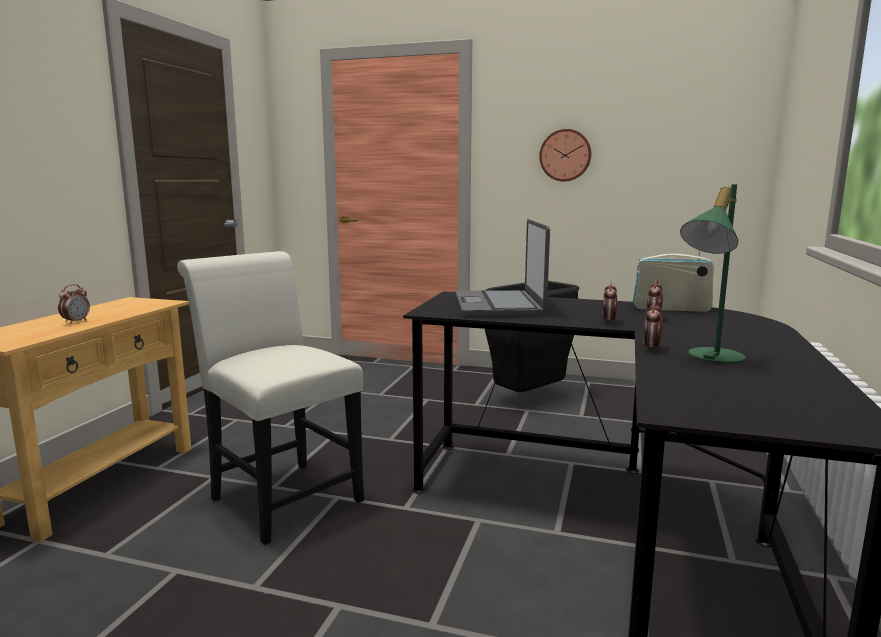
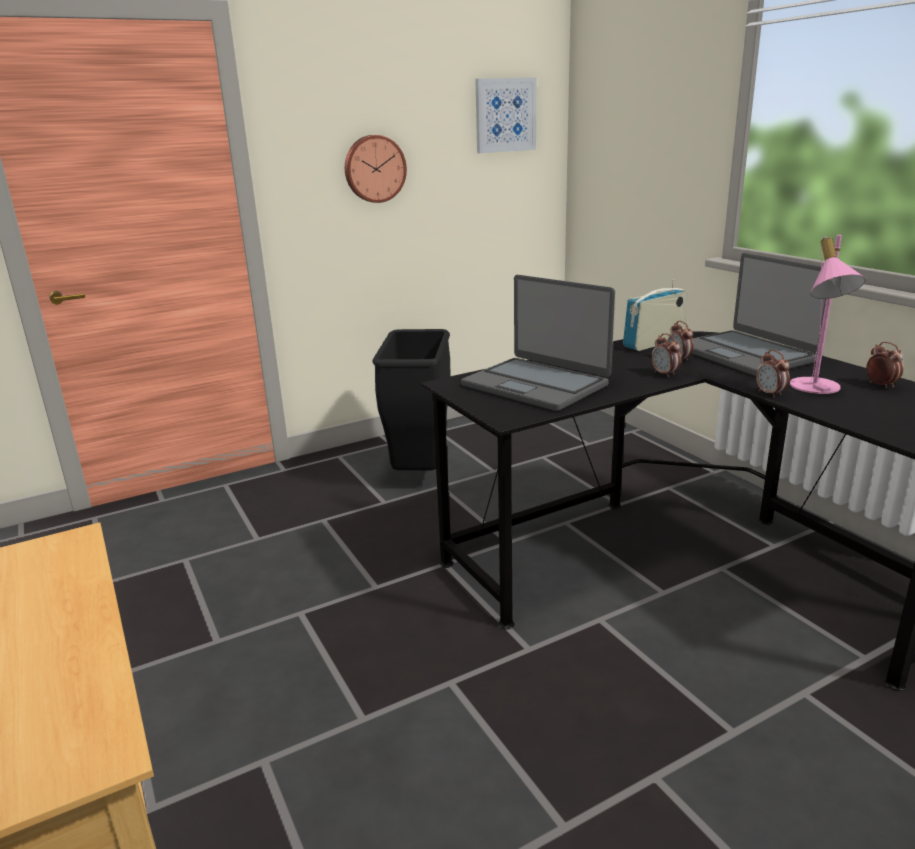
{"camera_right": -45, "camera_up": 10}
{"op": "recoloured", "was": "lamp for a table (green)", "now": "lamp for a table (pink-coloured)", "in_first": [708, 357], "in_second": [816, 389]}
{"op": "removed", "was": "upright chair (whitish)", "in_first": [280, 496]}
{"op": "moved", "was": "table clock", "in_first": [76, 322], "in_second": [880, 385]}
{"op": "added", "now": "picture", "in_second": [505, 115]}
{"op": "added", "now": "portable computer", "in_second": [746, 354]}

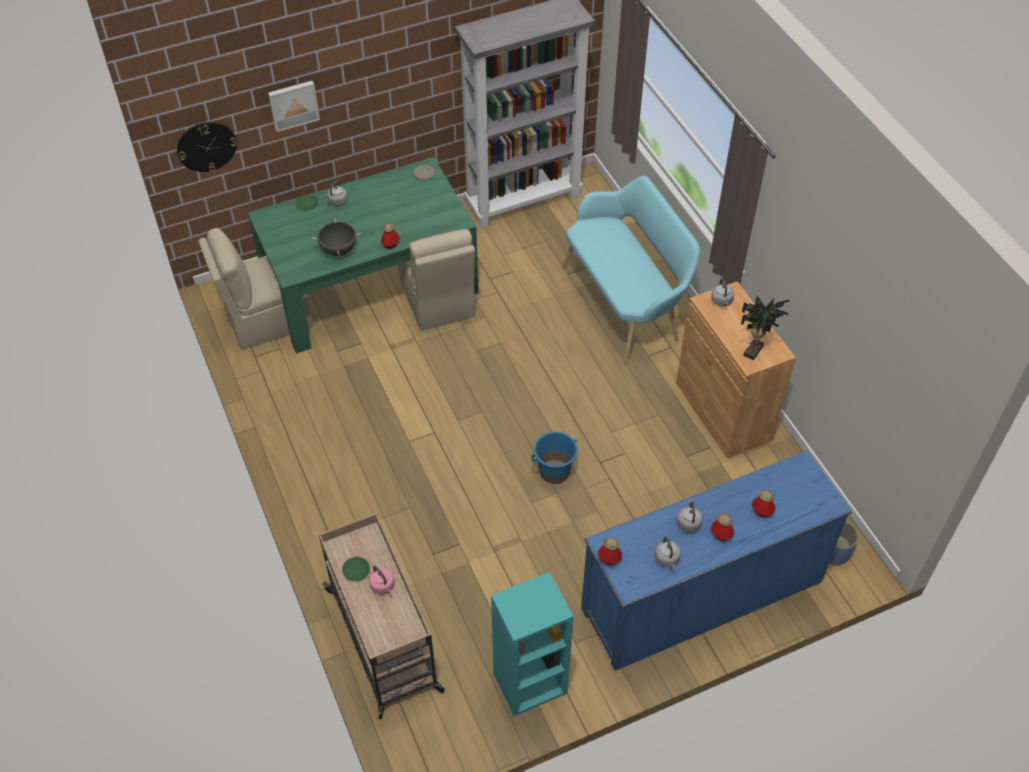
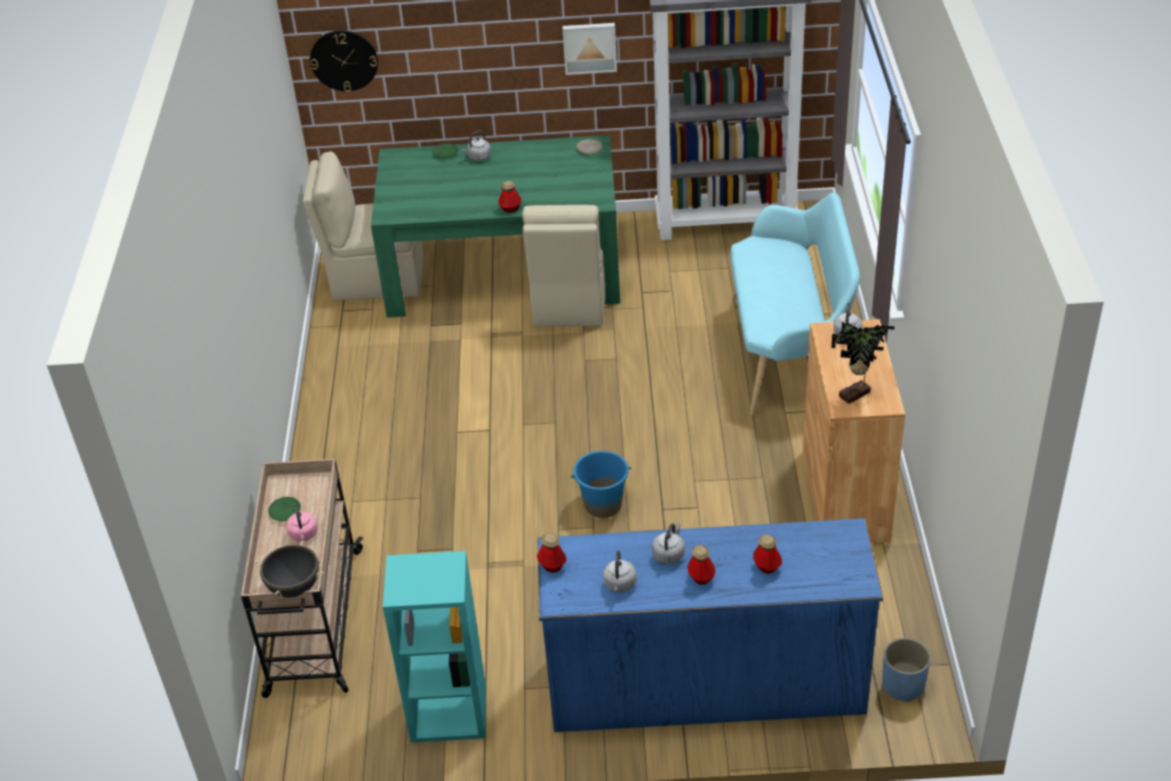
{"camera_right": 25, "camera_up": -10}
{"op": "moved", "was": "picture", "in_first": [293, 104], "in_second": [589, 47]}
{"op": "moved", "was": "cooking pot (blackish)", "in_first": [339, 250], "in_second": [294, 587]}

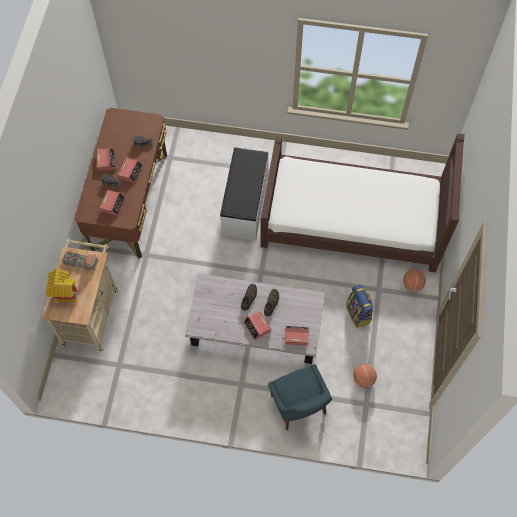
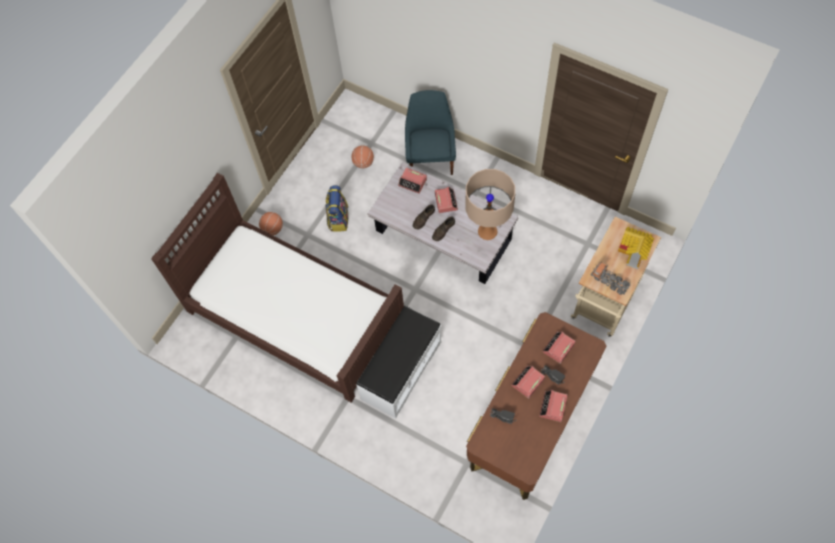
{"camera_right": -155, "camera_up": 0}
{"op": "added", "now": "lamp for a table (sand-coloured)", "in_second": [487, 231]}

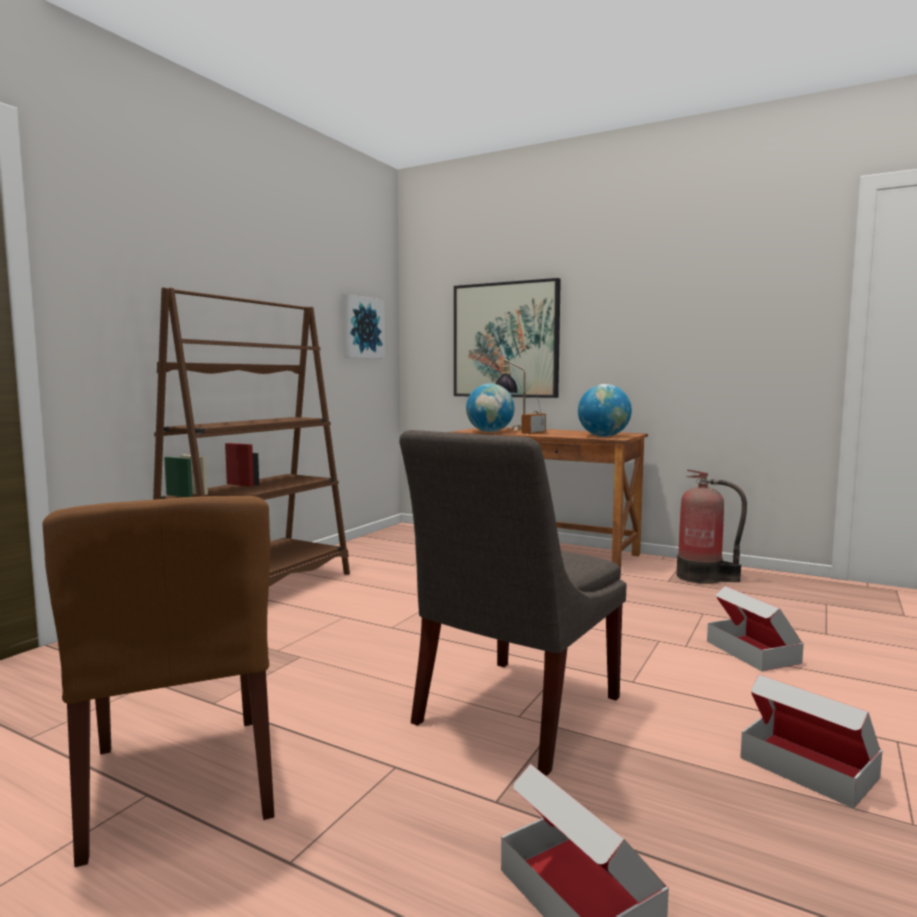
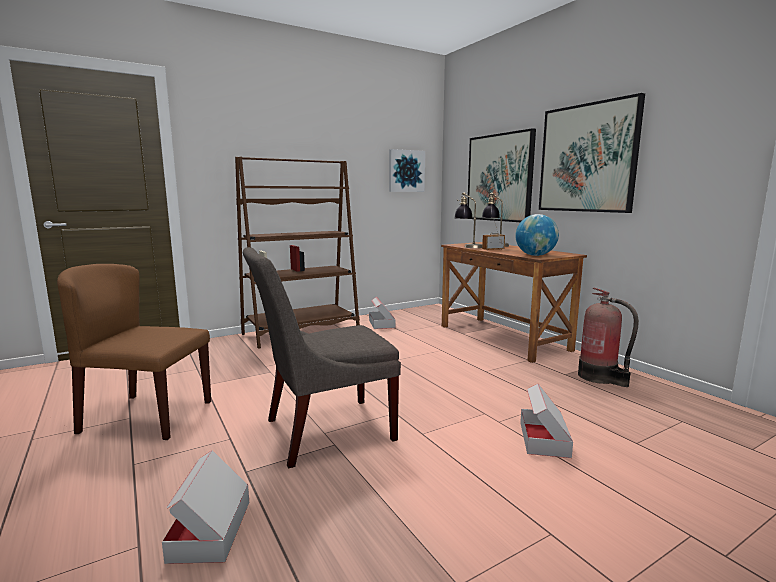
{"camera_right": 30, "camera_up": 5}
{"op": "replaced", "was": "desk globe", "now": "lamp for a table", "in_first": [490, 432], "in_second": [467, 246]}
{"op": "turned", "was": "upright chair (brownish)", "in_first": [180, 782], "in_second": [146, 416], "clockwise": 90}
{"op": "moved", "was": "carton", "in_first": [808, 768], "in_second": [381, 324]}
{"op": "added", "now": "picture", "in_second": [587, 158]}

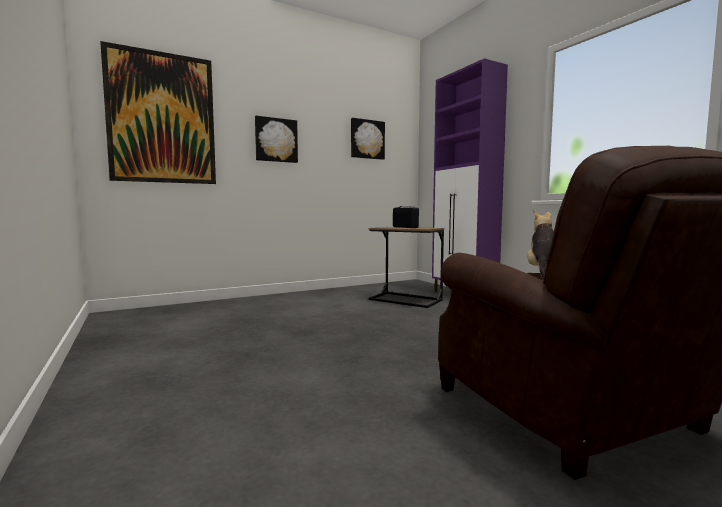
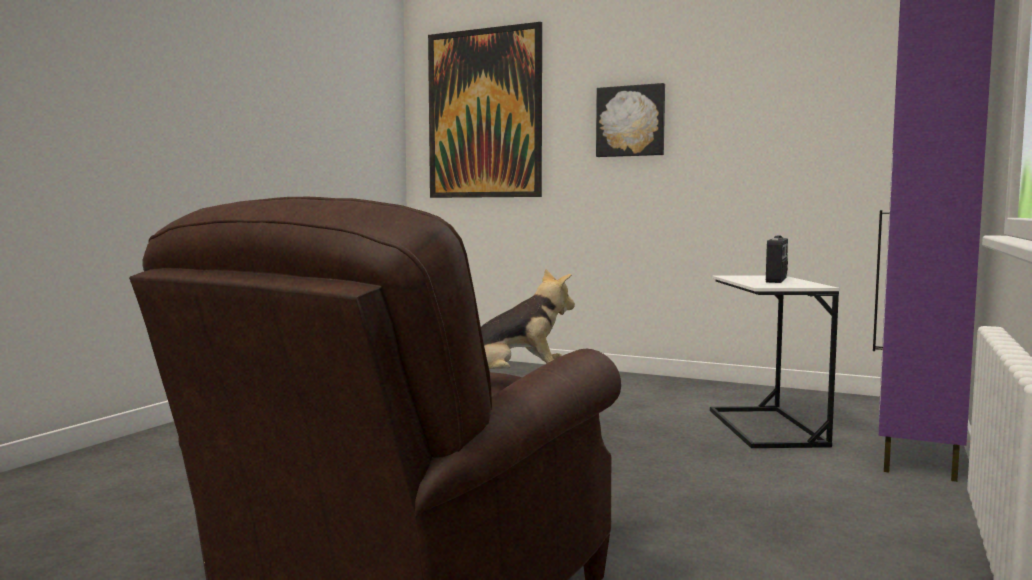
{"camera_right": 55, "camera_up": 0}
{"op": "removed", "was": "picture", "in_first": [367, 139]}
{"op": "recoloured", "was": "side table (brownish)", "now": "side table (whitish)", "in_first": [405, 300], "in_second": [766, 427]}

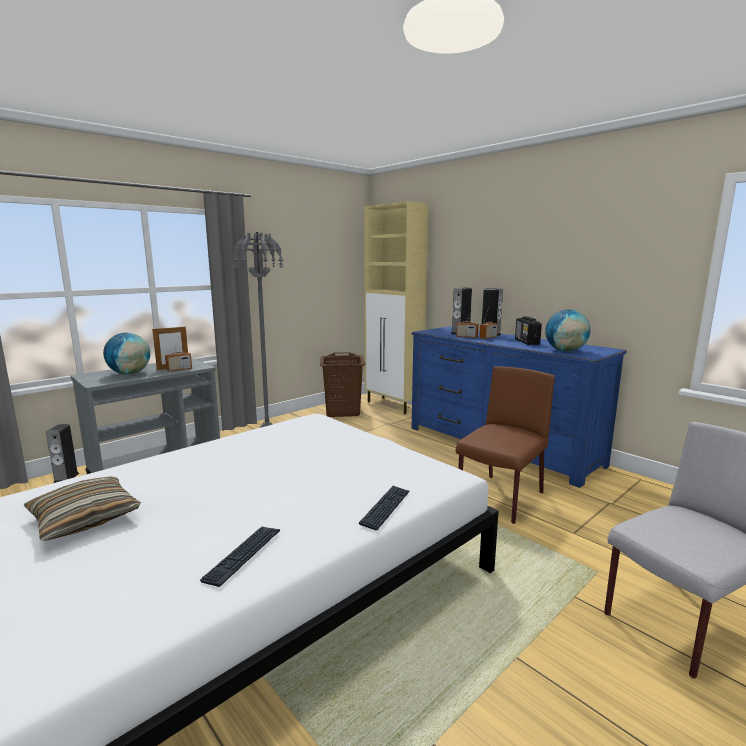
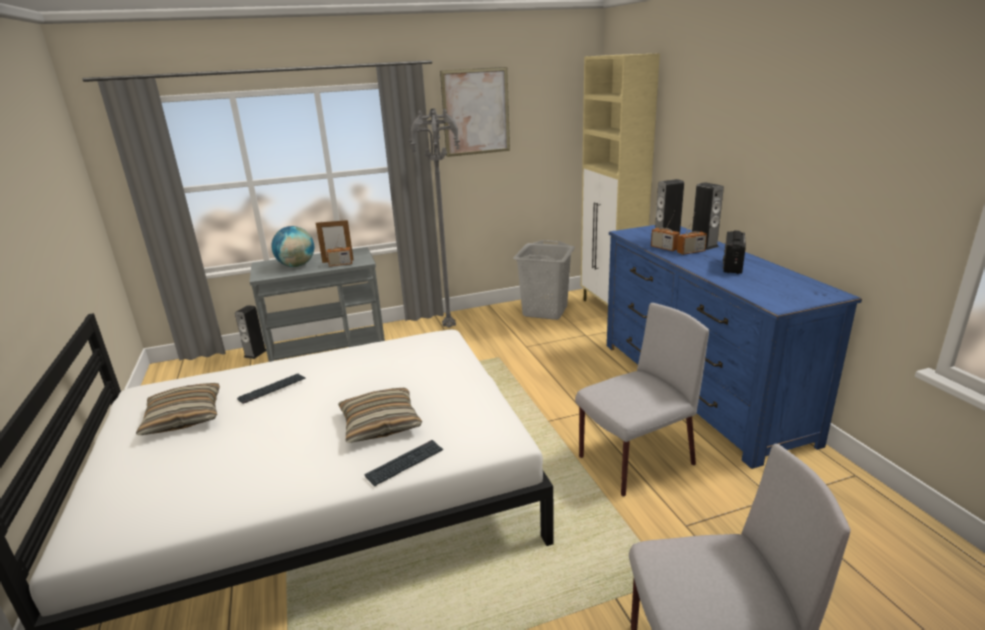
{"camera_right": 25, "camera_up": 10}
{"op": "removed", "was": "desk globe", "in_first": [565, 351]}
{"op": "recoloured", "was": "laundry basket (brownish)", "now": "laundry basket (gray)", "in_first": [342, 412], "in_second": [544, 311]}
{"op": "recoloured", "was": "upright chair (brownish)", "now": "upright chair (gray)", "in_first": [500, 499], "in_second": [634, 461]}
{"op": "moved", "was": "computer keyboard", "in_first": [243, 555], "in_second": [272, 389]}
{"op": "added", "now": "picture", "in_second": [476, 112]}
{"op": "added", "now": "cushion", "in_second": [380, 424]}

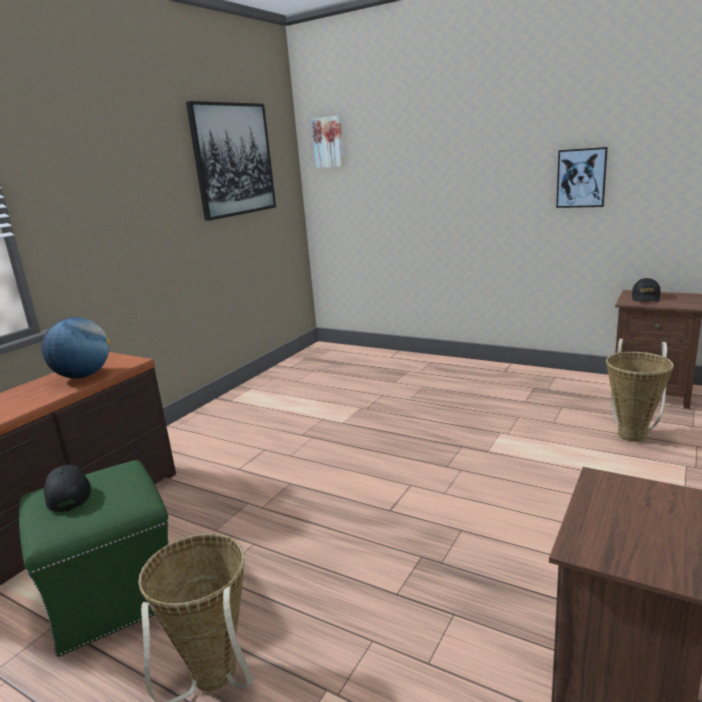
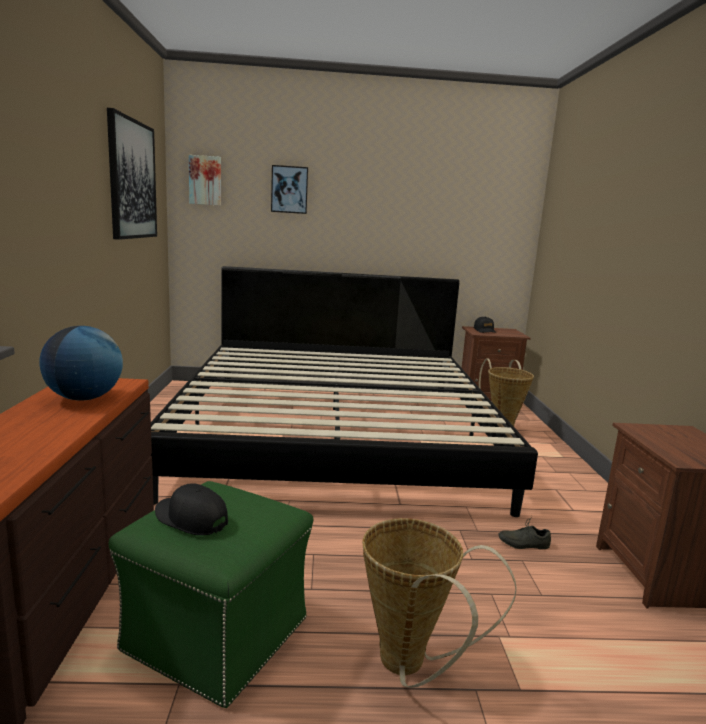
{"camera_right": -35, "camera_up": -5}
{"op": "moved", "was": "picture", "in_first": [581, 178], "in_second": [289, 189]}
{"op": "added", "now": "bedroom bed", "in_second": [336, 434]}
{"op": "added", "now": "low shoe (gray)", "in_second": [523, 543]}

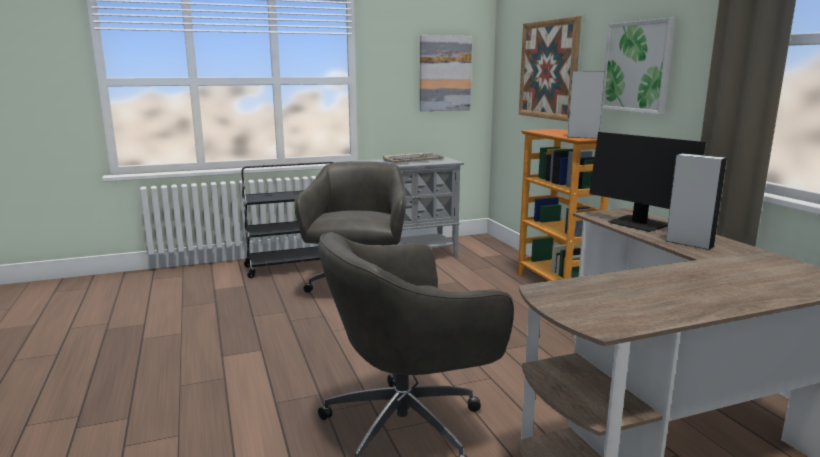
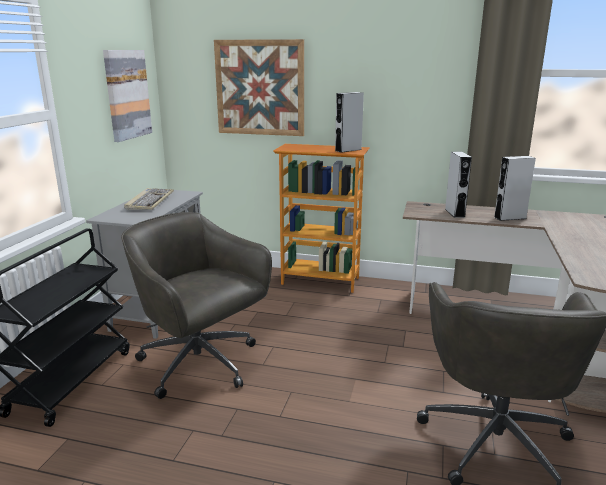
{"camera_right": -55, "camera_up": 5}
{"op": "removed", "was": "picture", "in_first": [637, 67]}
{"op": "replaced", "was": "computer display", "now": "speaker (gray)", "in_first": [638, 224], "in_second": [454, 213]}

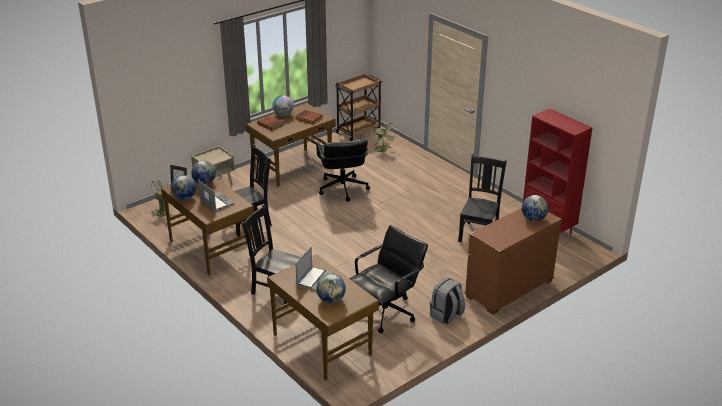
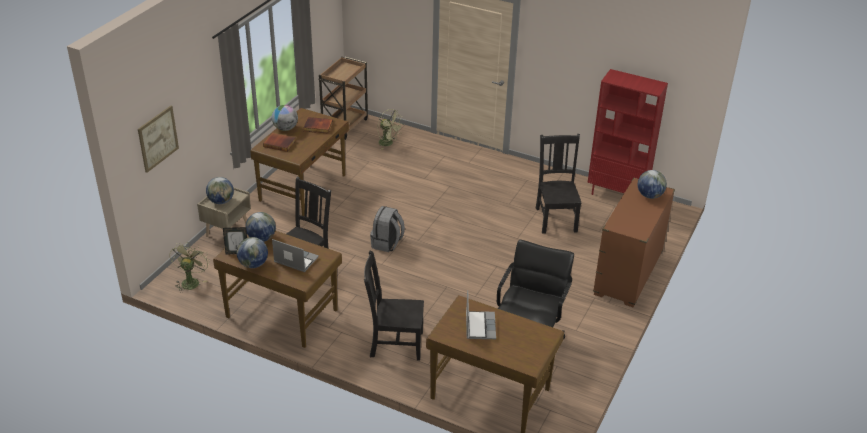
{"camera_right": -25, "camera_up": 5}
{"op": "removed", "was": "office chair (blackish)", "in_first": [342, 189]}
{"op": "moved", "was": "desk globe", "in_first": [331, 300], "in_second": [221, 201]}
{"op": "moved", "was": "backpack (gray)", "in_first": [446, 315], "in_second": [387, 243]}
{"op": "added", "now": "picture", "in_second": [158, 138]}

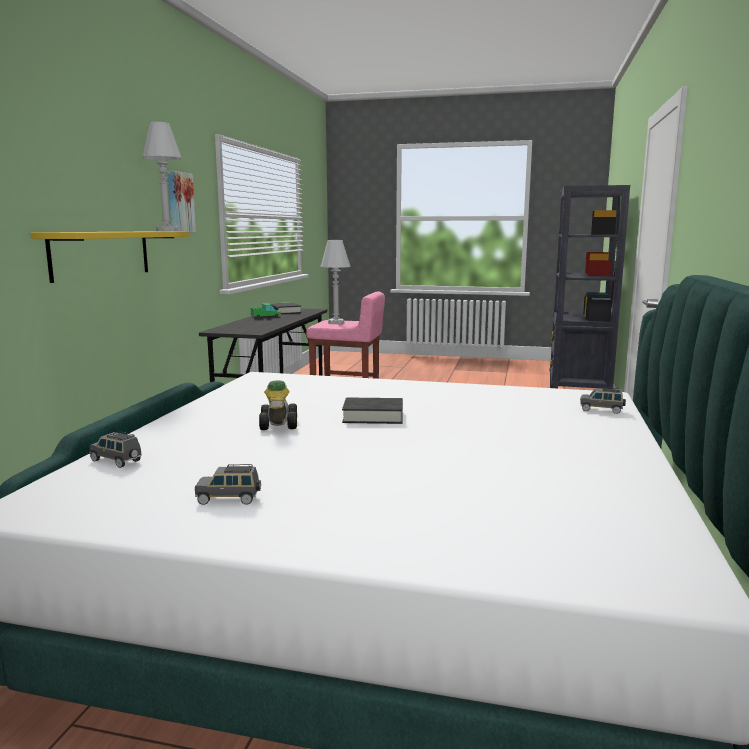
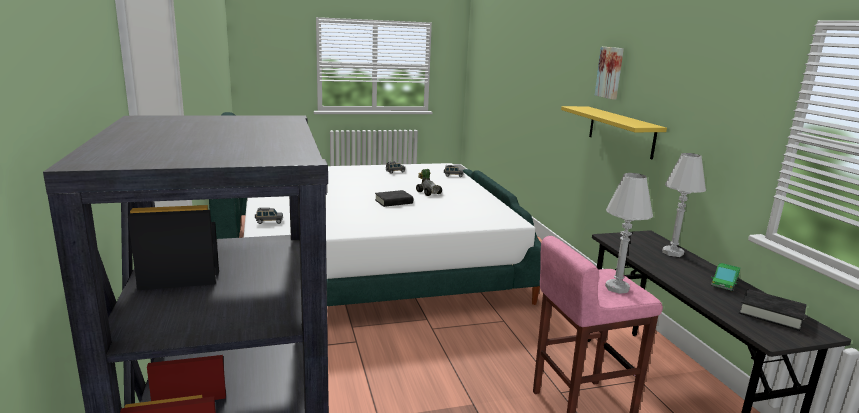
{"camera_right": 150, "camera_up": 5}
{"op": "moved", "was": "lamp for a table (whitish)", "in_first": [167, 231], "in_second": [672, 253]}
{"op": "moved", "was": "picture", "in_first": [179, 202], "in_second": [610, 72]}

